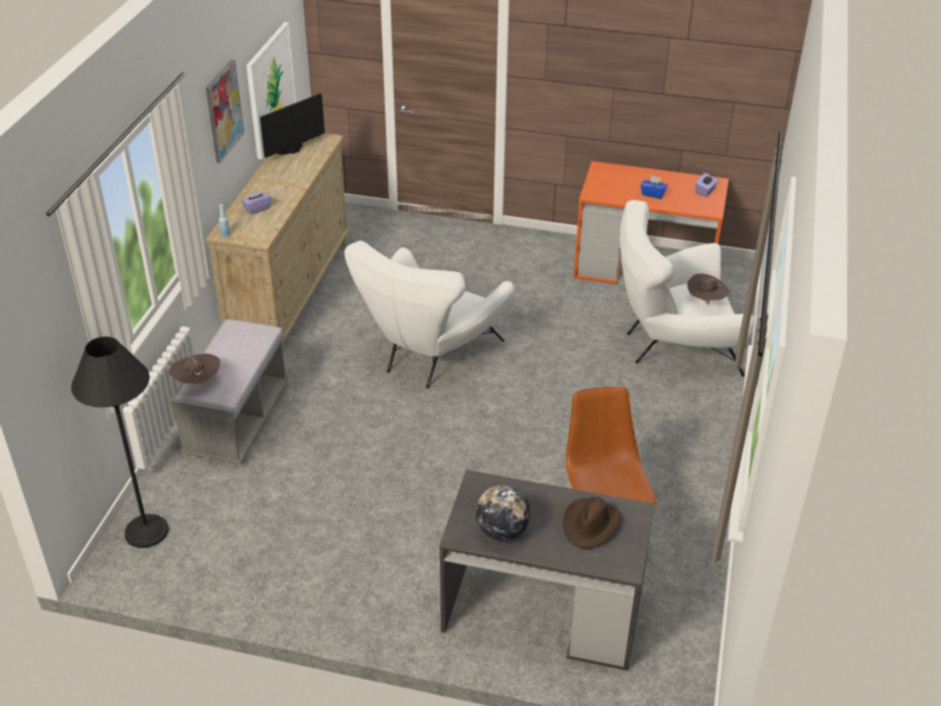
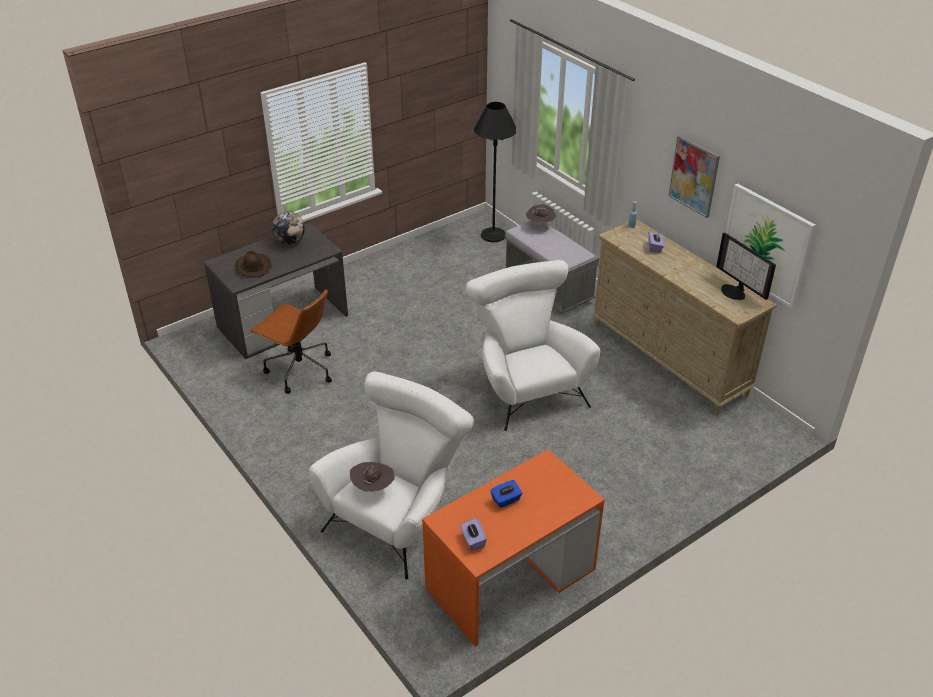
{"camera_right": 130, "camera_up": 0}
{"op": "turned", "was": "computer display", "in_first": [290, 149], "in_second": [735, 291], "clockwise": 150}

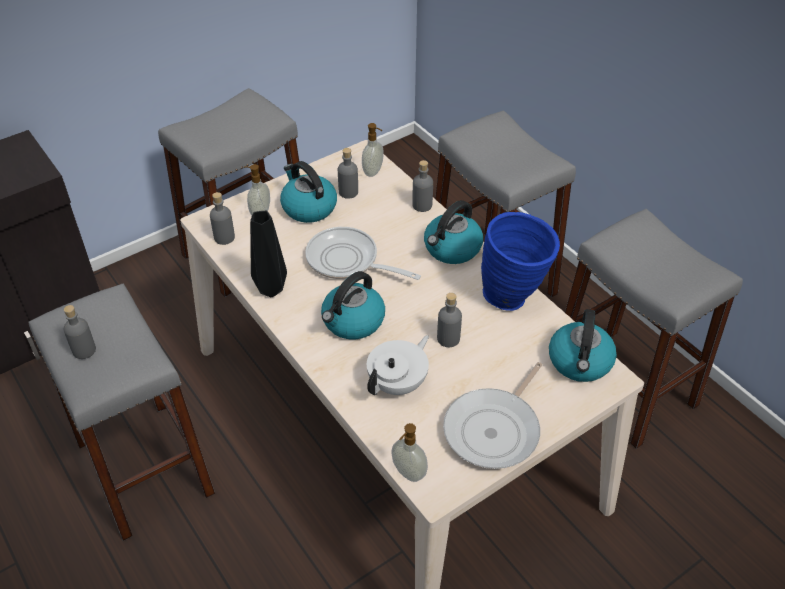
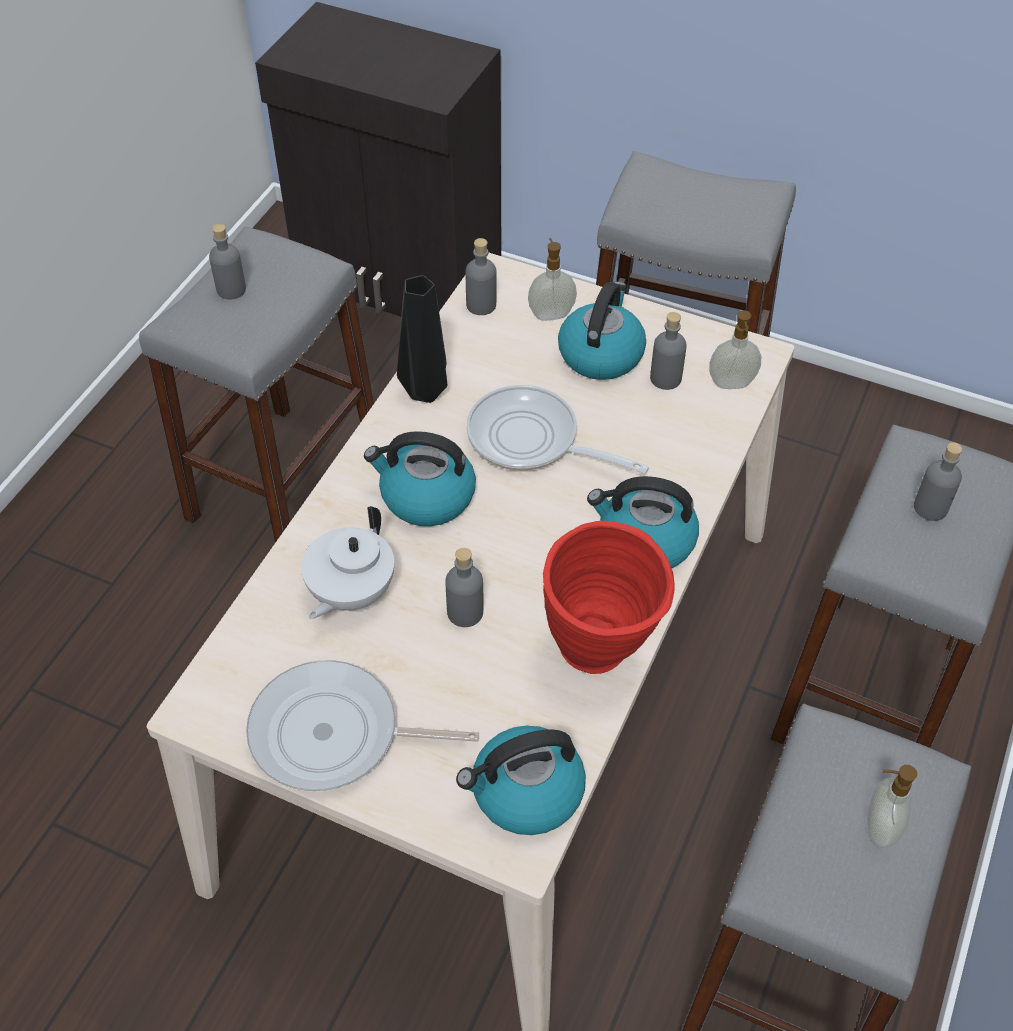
{"camera_right": 60, "camera_up": 5}
{"op": "moved", "was": "beverage bottle (gray)", "in_first": [422, 205], "in_second": [930, 508]}
{"op": "recoloured", "was": "vase (bluish)", "now": "vase (red-coloured)", "in_first": [514, 297], "in_second": [601, 657]}
{"op": "turned", "was": "skillet", "in_first": [347, 261], "in_second": [531, 440], "clockwise": -60}
{"op": "turned", "was": "teapot (whitish)", "in_first": [398, 383], "in_second": [350, 593], "clockwise": 105}
{"op": "moved", "was": "soap dispenser", "in_first": [408, 473], "in_second": [878, 828]}

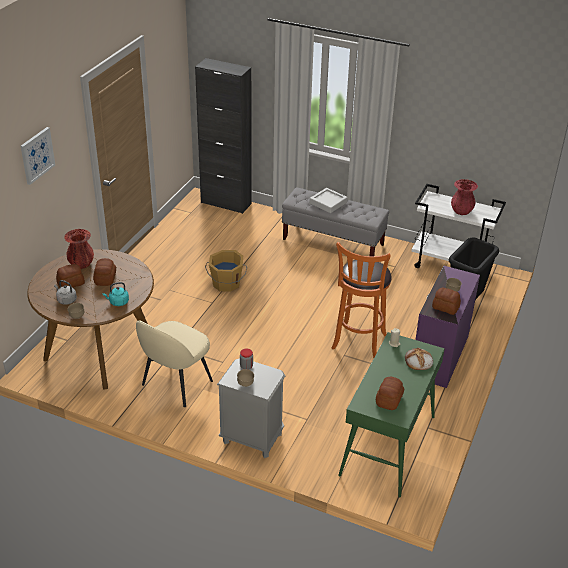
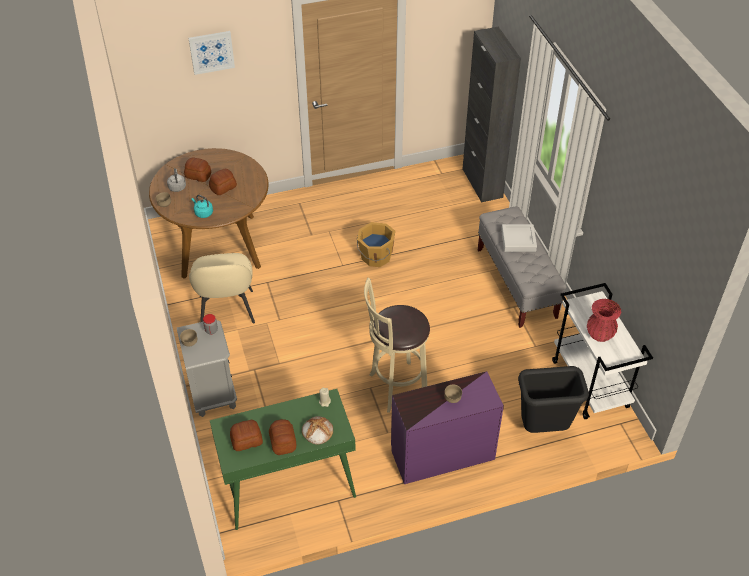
{"camera_right": 50, "camera_up": 10}
{"op": "removed", "was": "vase (red-coloured)", "in_first": [81, 264]}
{"op": "recoloured", "was": "stool seat (orangey)", "now": "stool seat (sand-coloured)", "in_first": [358, 343], "in_second": [395, 388]}
{"op": "moved", "was": "bread", "in_first": [445, 307], "in_second": [282, 442]}
{"op": "turned", "was": "upright chair (sand-coloured)", "in_first": [176, 384], "in_second": [227, 310], "clockwise": -90}

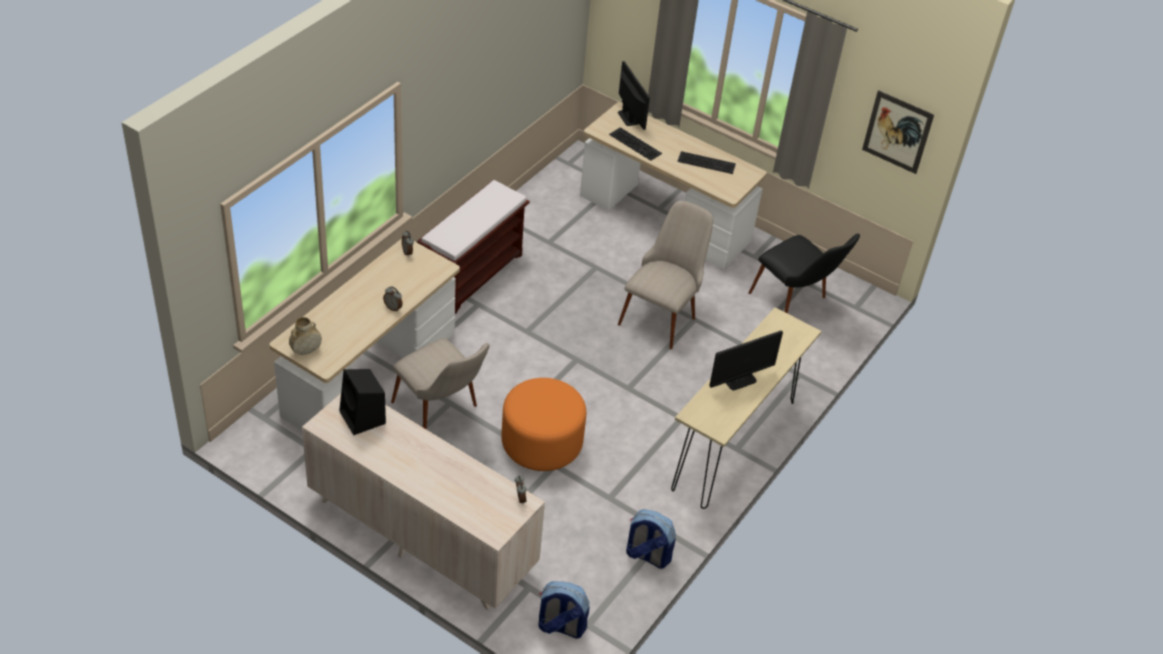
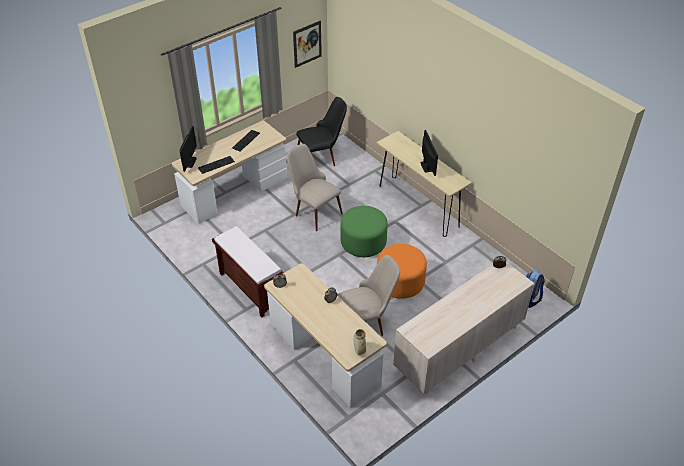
{"camera_right": -70, "camera_up": 0}
{"op": "turned", "was": "computer display", "in_first": [629, 117], "in_second": [189, 162], "clockwise": 105}
{"op": "removed", "was": "speaker (blackish)", "in_first": [363, 418]}
{"op": "removed", "was": "backpack", "in_first": [647, 555]}
{"op": "added", "now": "pouffe (green)", "in_second": [363, 242]}

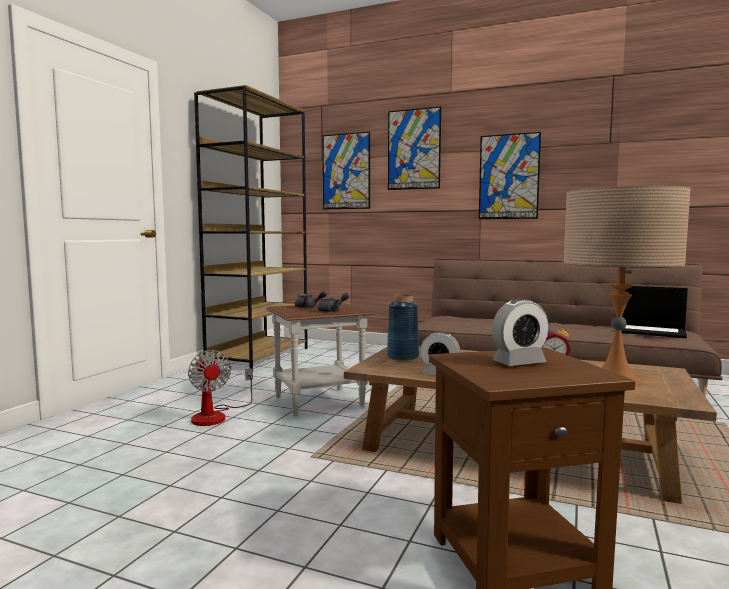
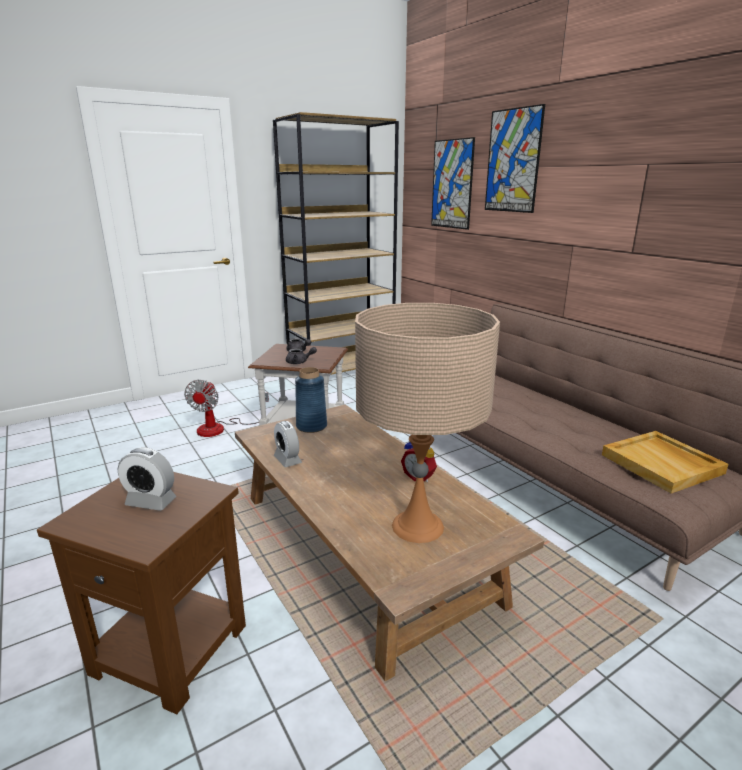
{"camera_right": 35, "camera_up": 15}
{"op": "removed", "was": "picture", "in_first": [509, 177]}
{"op": "replaced", "was": "portable computer", "now": "tray (sand-coloured)", "in_first": [651, 331], "in_second": [662, 464]}

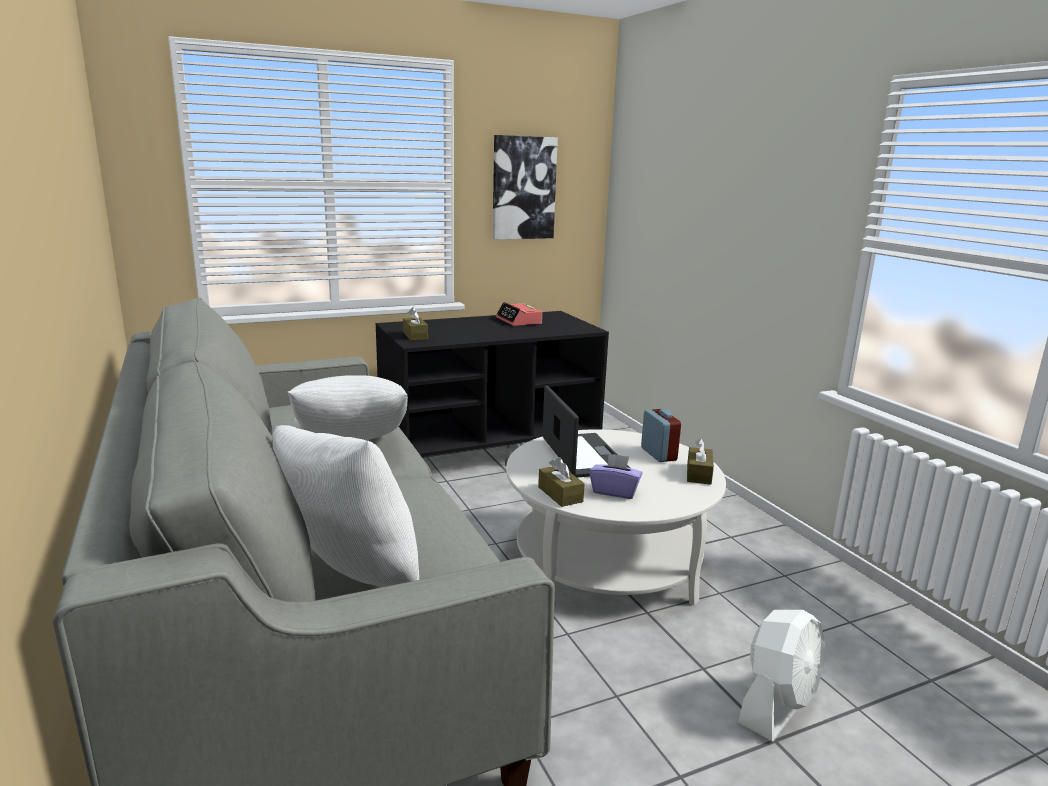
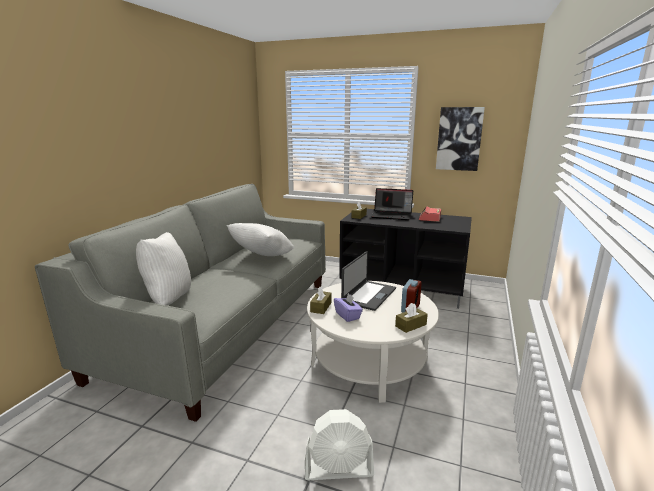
{"camera_right": 45, "camera_up": 0}
{"op": "added", "now": "portable computer", "in_second": [392, 215]}

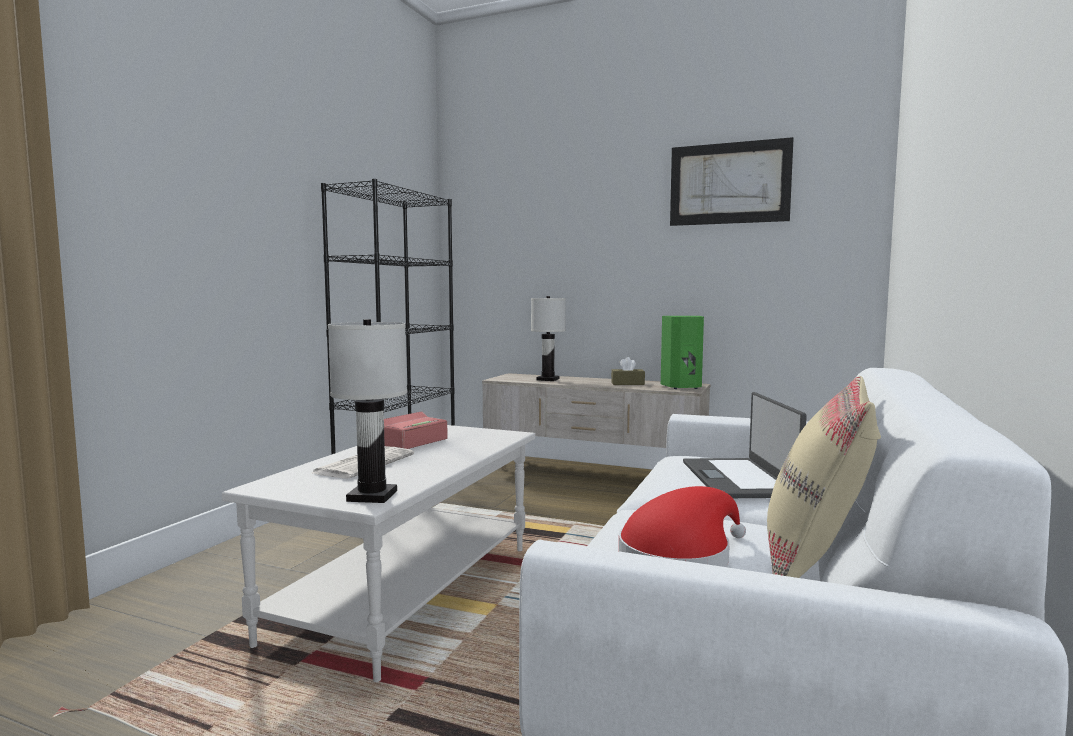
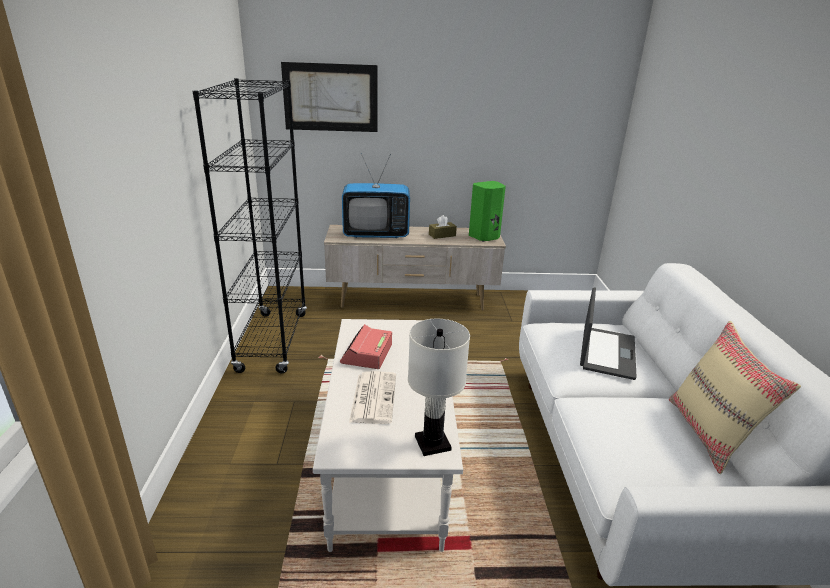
{"camera_right": -25, "camera_up": 20}
{"op": "moved", "was": "picture", "in_first": [729, 183], "in_second": [330, 97]}
{"op": "replaced", "was": "lamp for a table (whitish)", "now": "TV set", "in_first": [548, 379], "in_second": [376, 234]}
{"op": "turned", "was": "portable computer", "in_first": [739, 479], "in_second": [606, 352], "clockwise": -135}
{"op": "removed", "was": "clothing hat (red-coloured)", "in_first": [680, 555]}

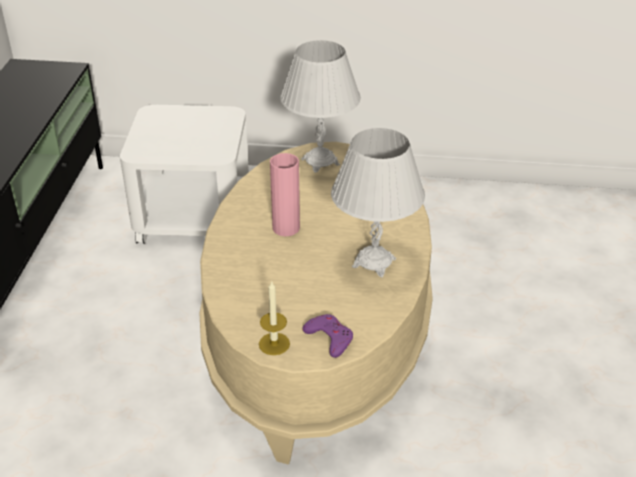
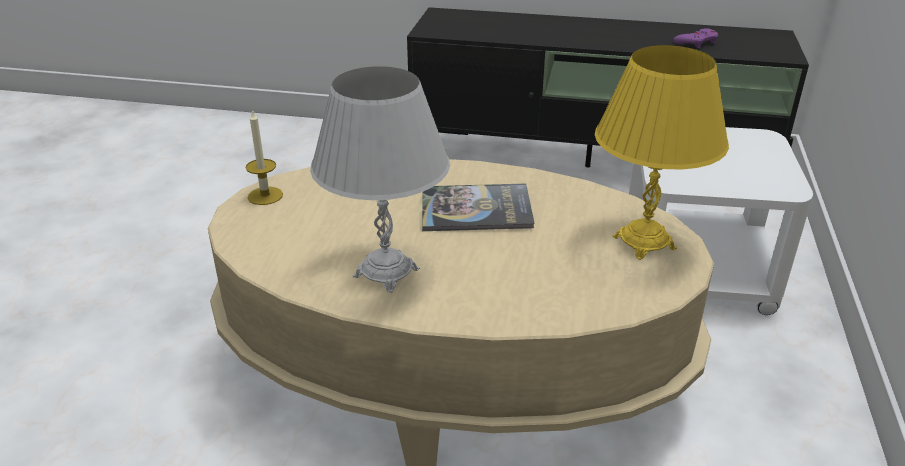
{"camera_right": 95, "camera_up": -5}
{"op": "recoloured", "was": "lamp for a table (whitish)", "now": "lamp for a table (yellowish)", "in_first": [320, 162], "in_second": [643, 242]}
{"op": "replaced", "was": "vase (pink-coloured)", "now": "book", "in_first": [286, 228], "in_second": [476, 209]}
{"op": "moved", "was": "joypad (purple)", "in_first": [329, 338], "in_second": [697, 42]}

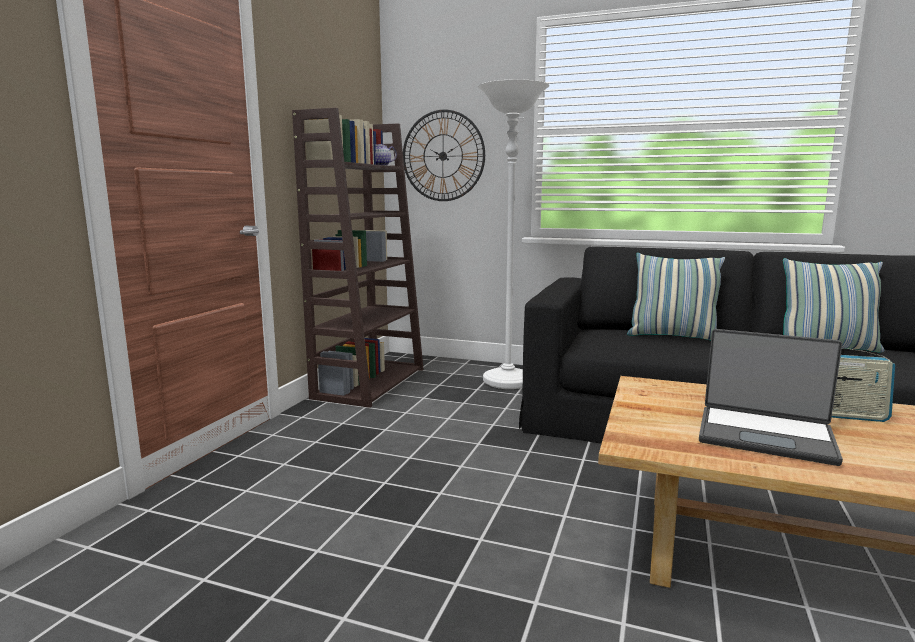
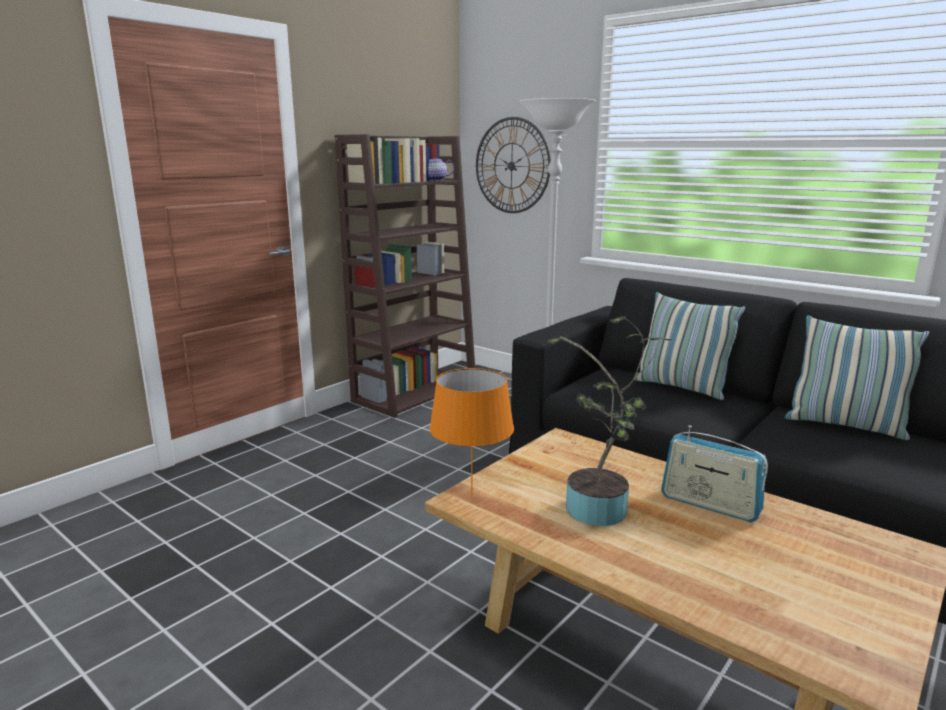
{"camera_right": 20, "camera_up": 5}
{"op": "replaced", "was": "portable computer", "now": "plant in a pot", "in_first": [765, 435], "in_second": [599, 513]}
{"op": "added", "now": "lamp for a table (orangey)", "in_second": [472, 495]}

